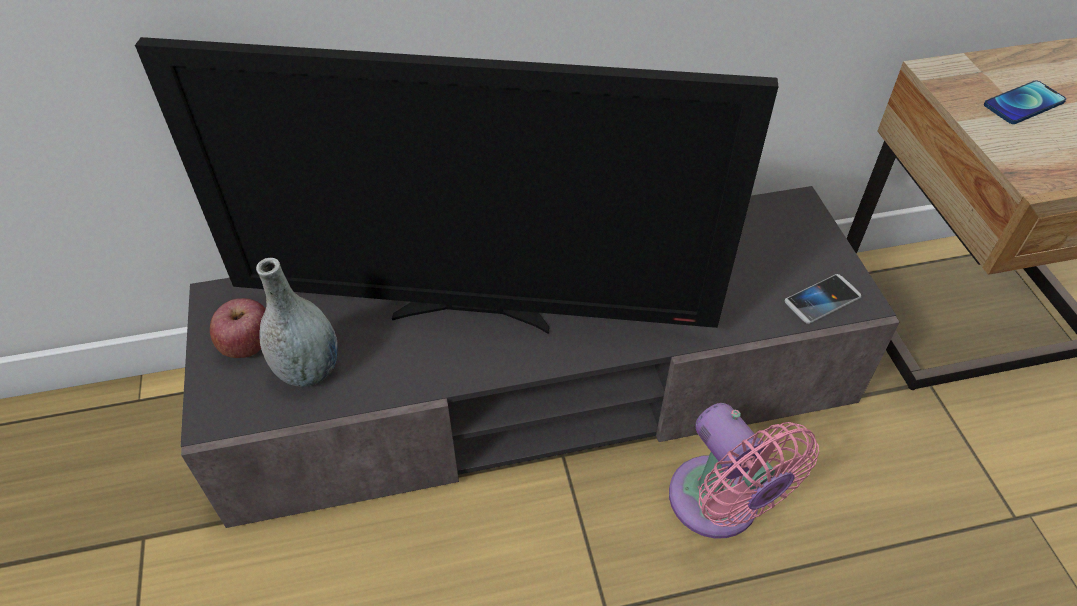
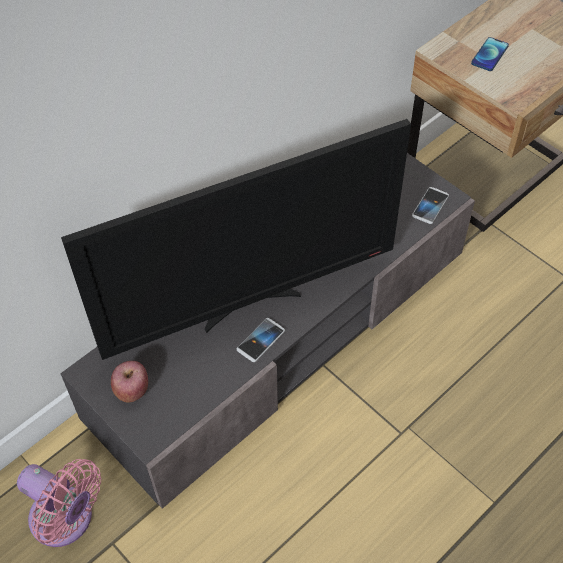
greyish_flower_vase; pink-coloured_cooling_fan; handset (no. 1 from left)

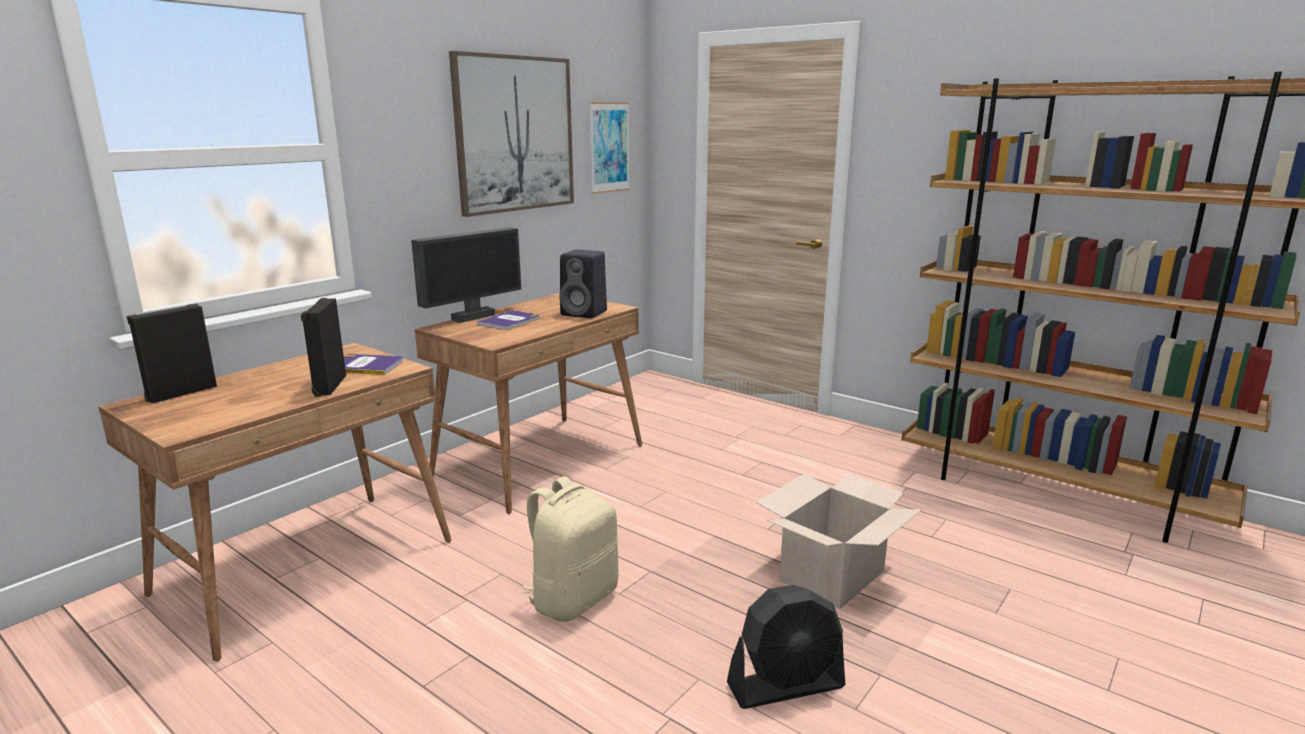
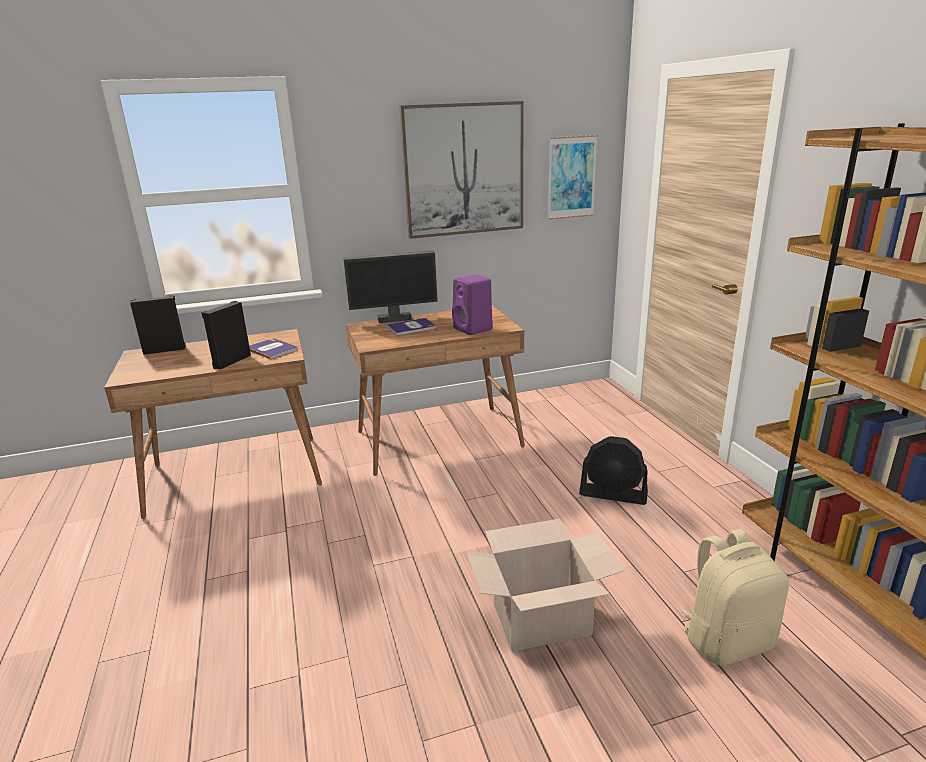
purple-coloured_speaker; sand-coloured_knapsack; black_cooling_fan

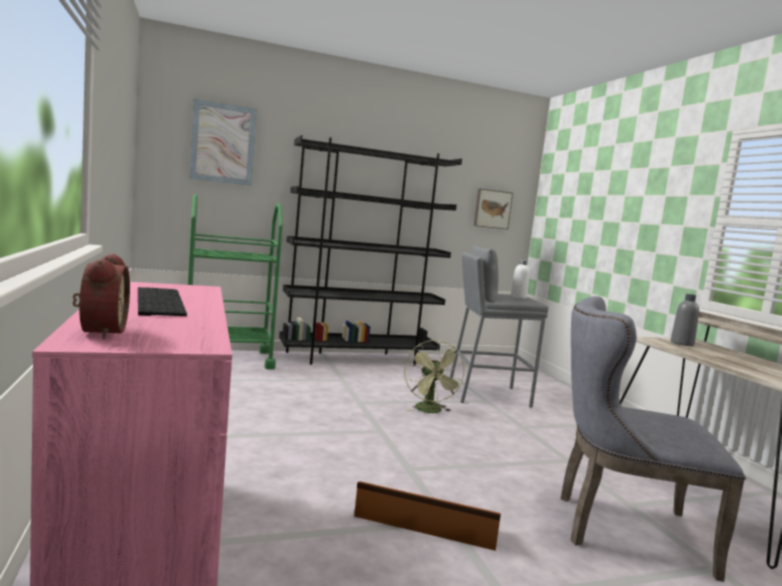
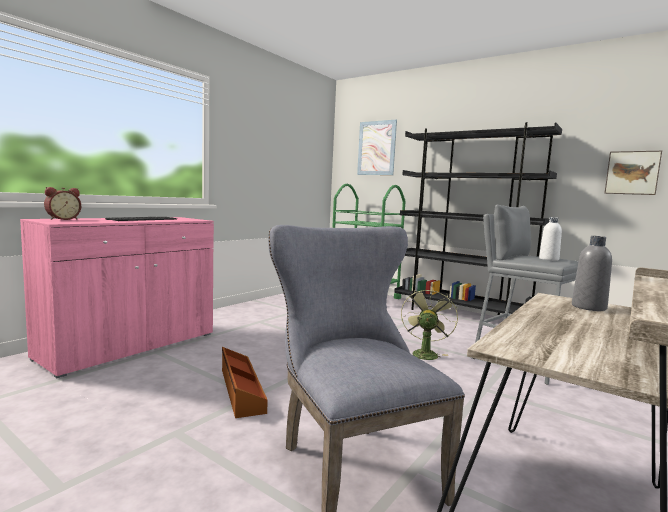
greenish_cooling_fan

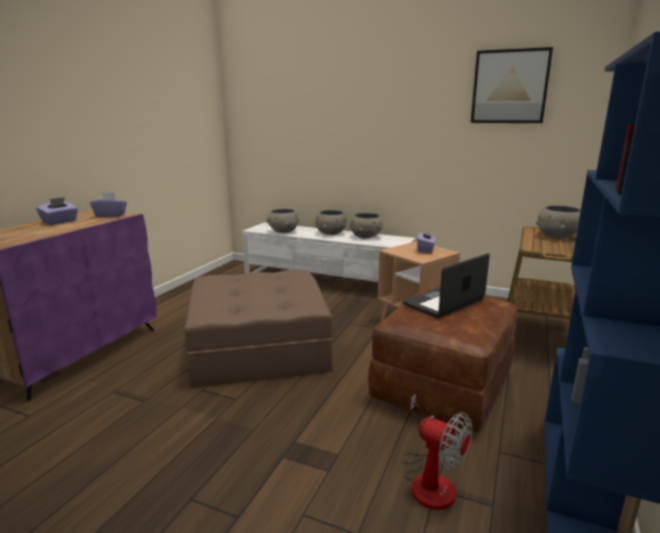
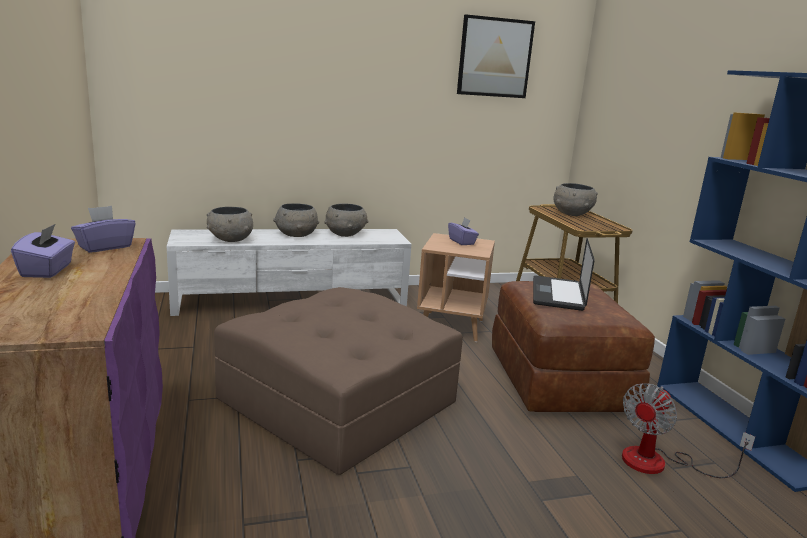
cooling_fan

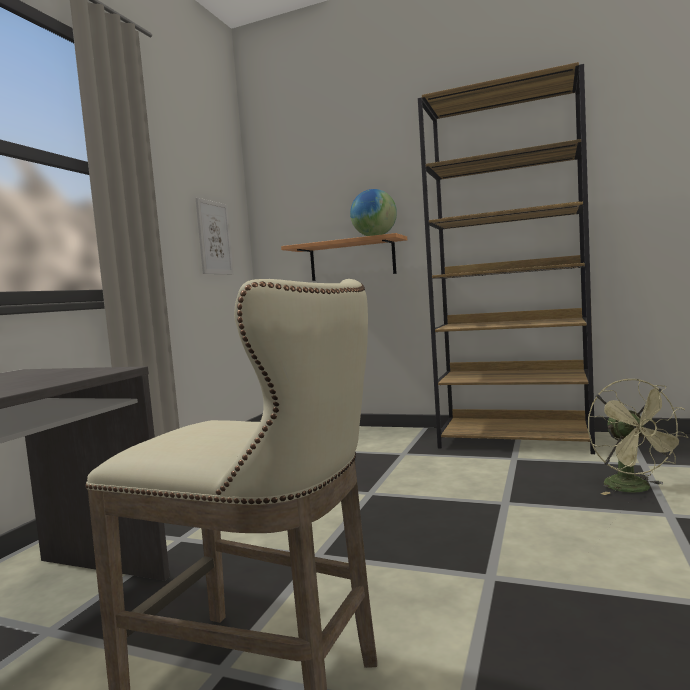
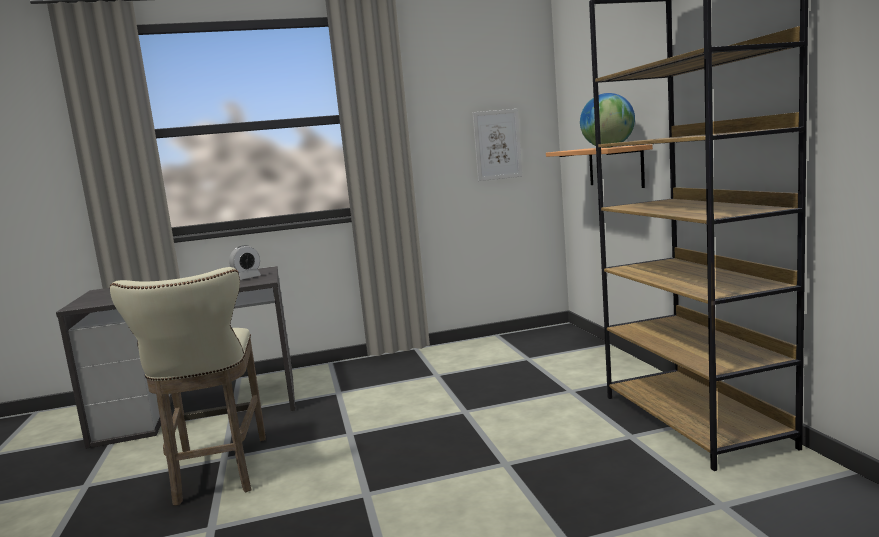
greenish_cooling_fan; alarm_clock

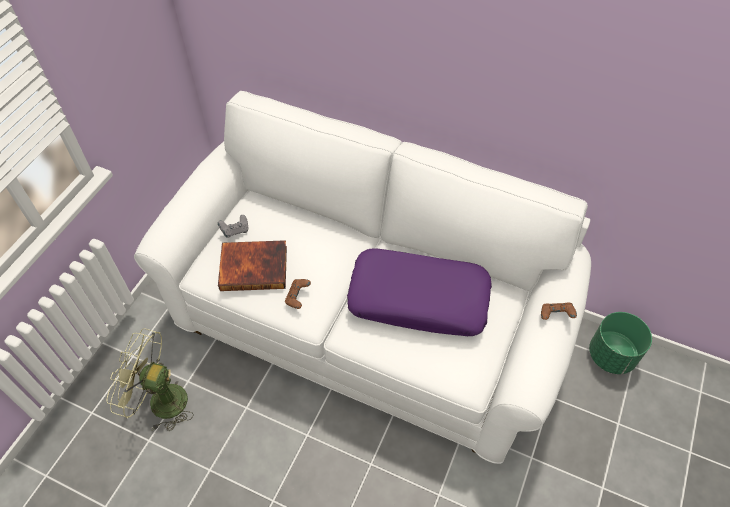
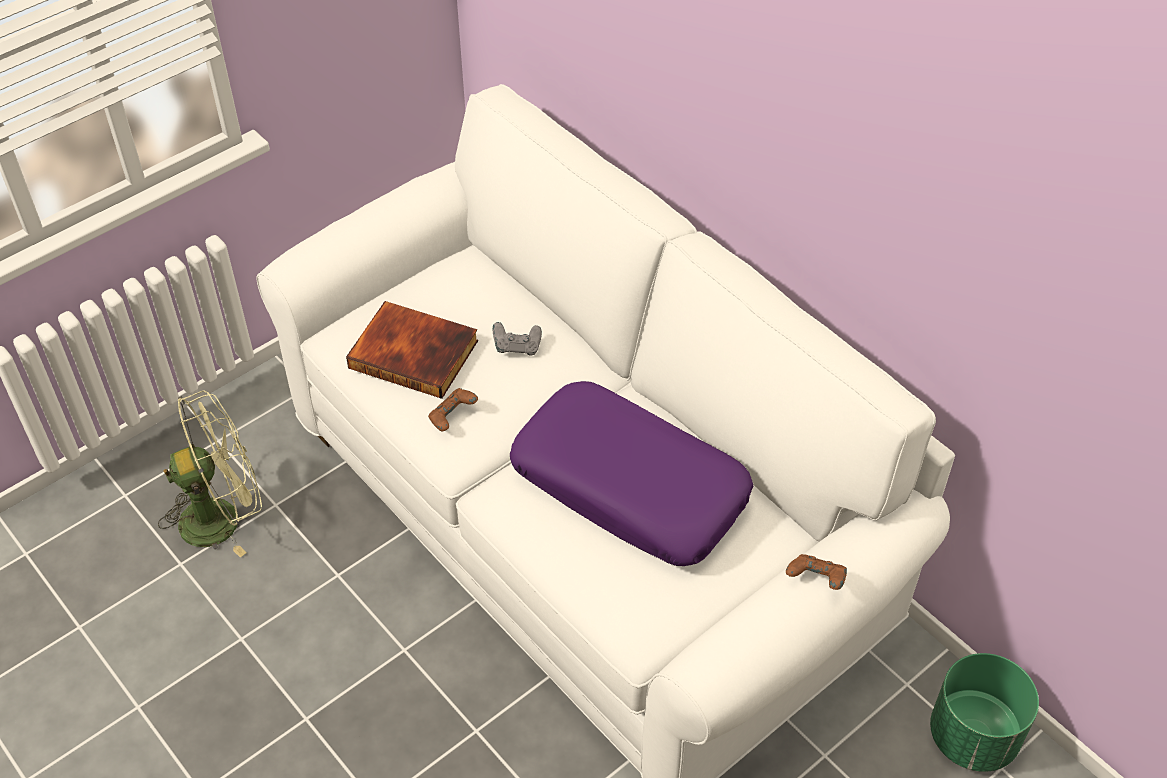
greyish_game_controller; greenish_cooling_fan

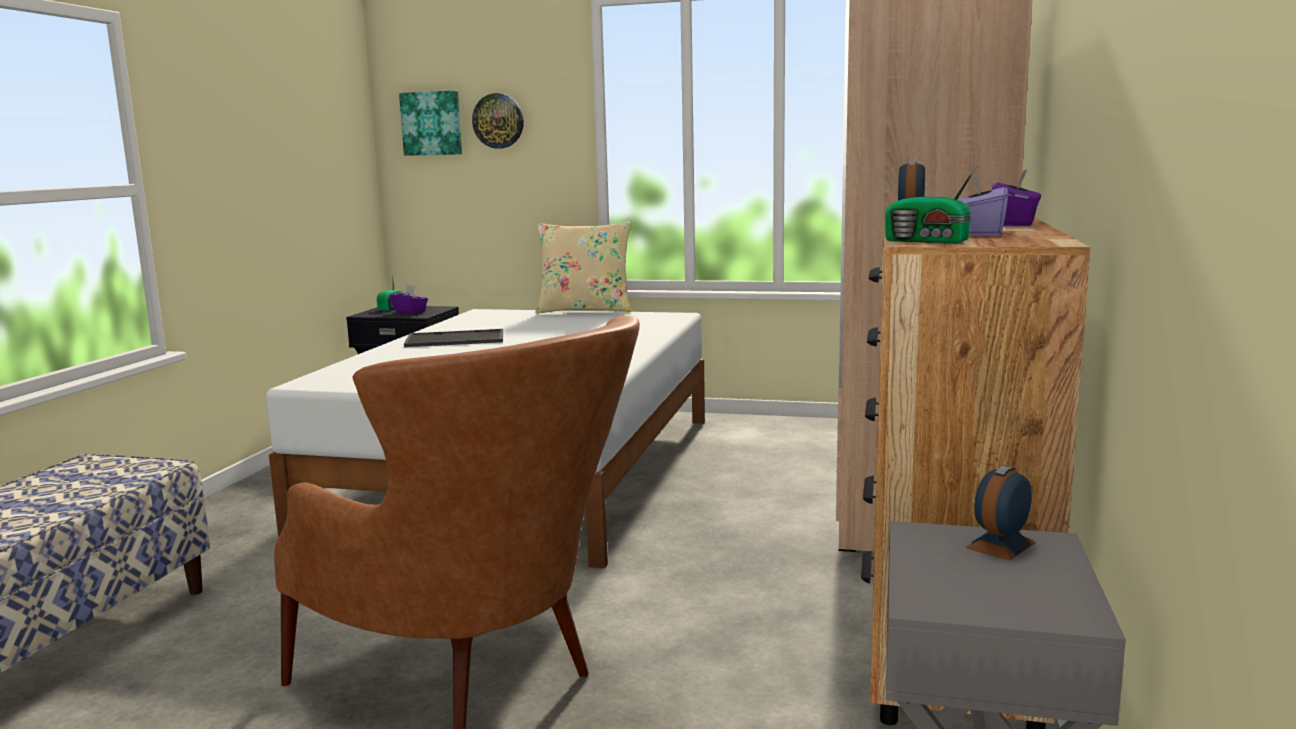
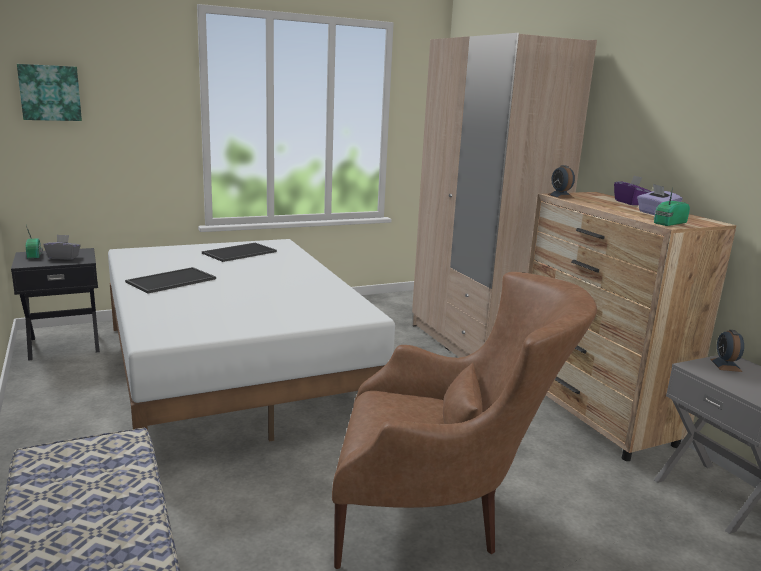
wall_clock; radio (no. 2 from left); sand-coloured_throw_pillow; greyish_box_of_tissues; serving_tray (no. 2 from left)

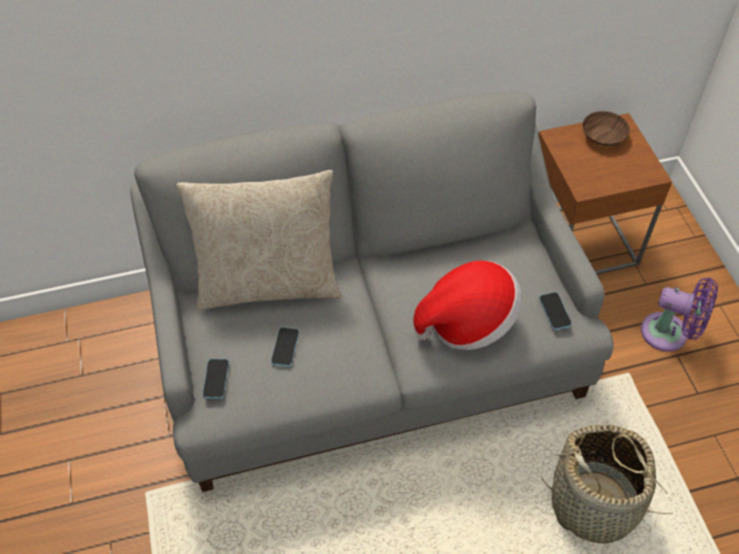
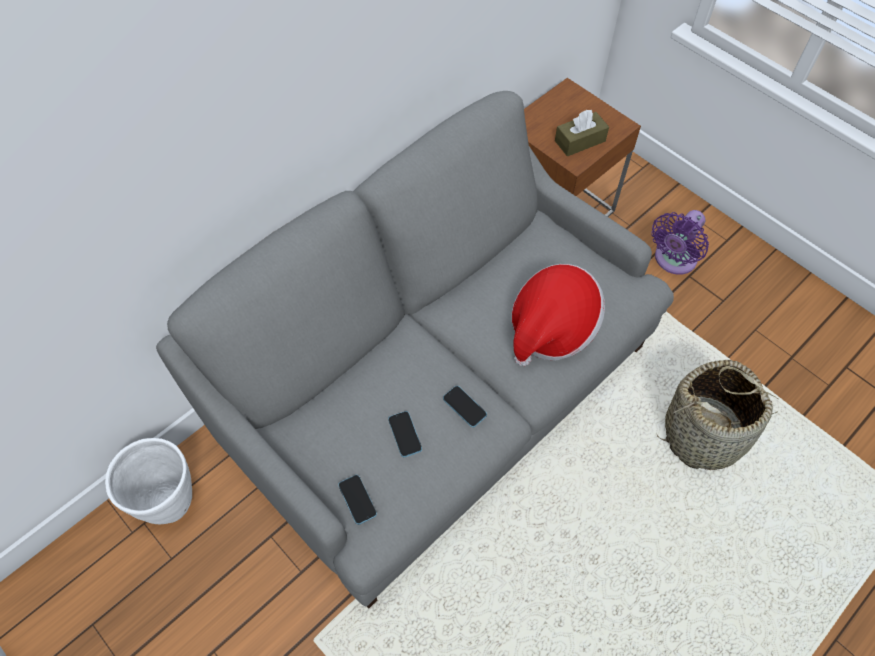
brown-coloured_bowl; sand-coloured_throw_pillow; purple-coloured_cooling_fan; handset (no. 3 from left); brown-coloured_box_of_tissues; white-coloured_planter

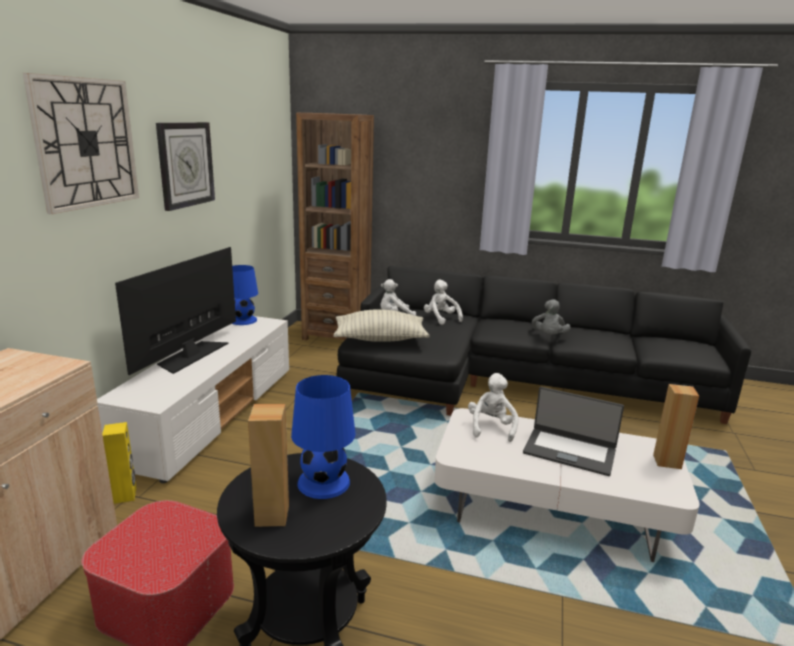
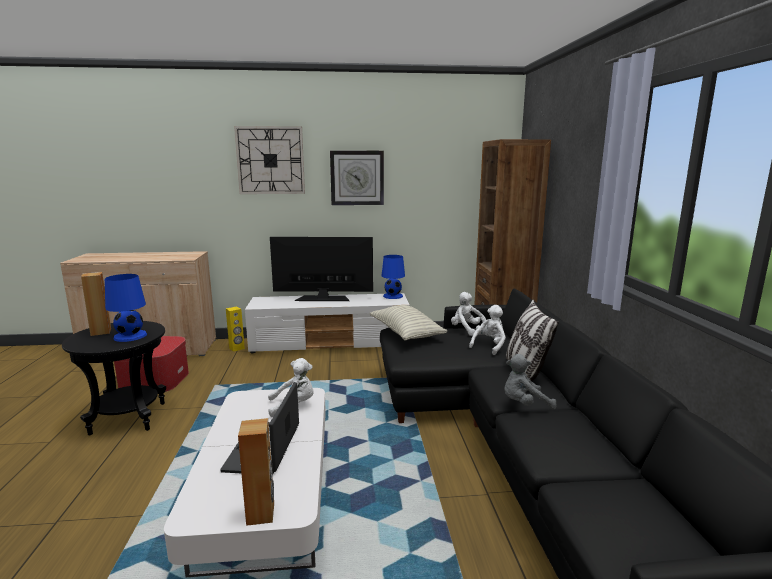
throw_pillow (no. 2 from left)

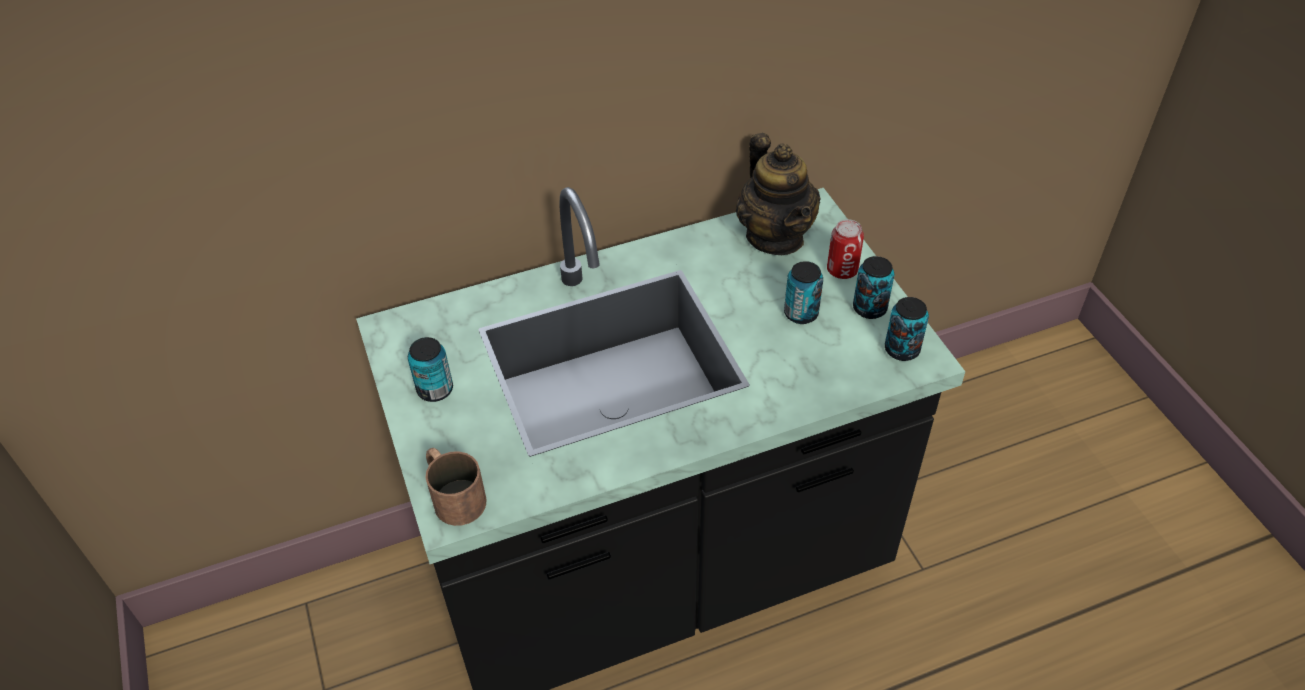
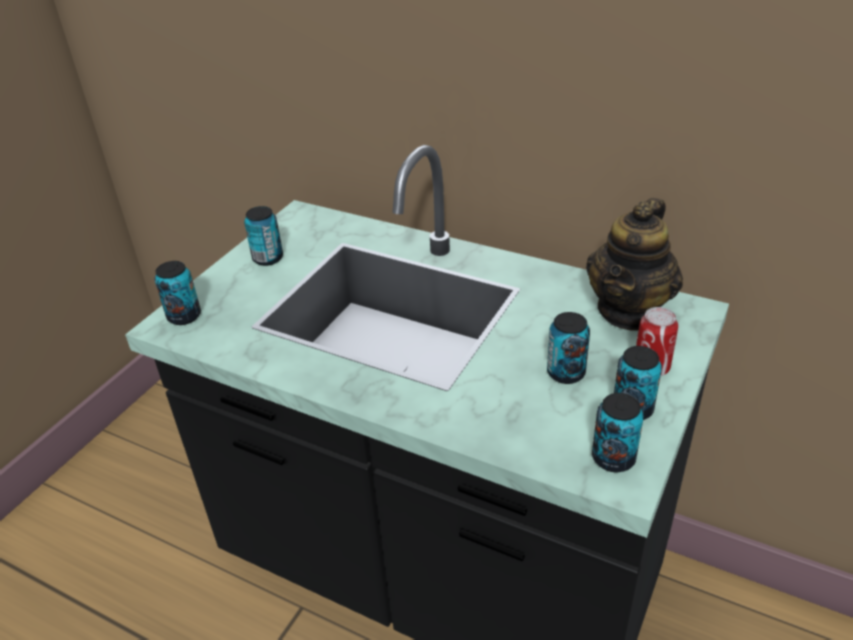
metal_can (no. 1 from left)

